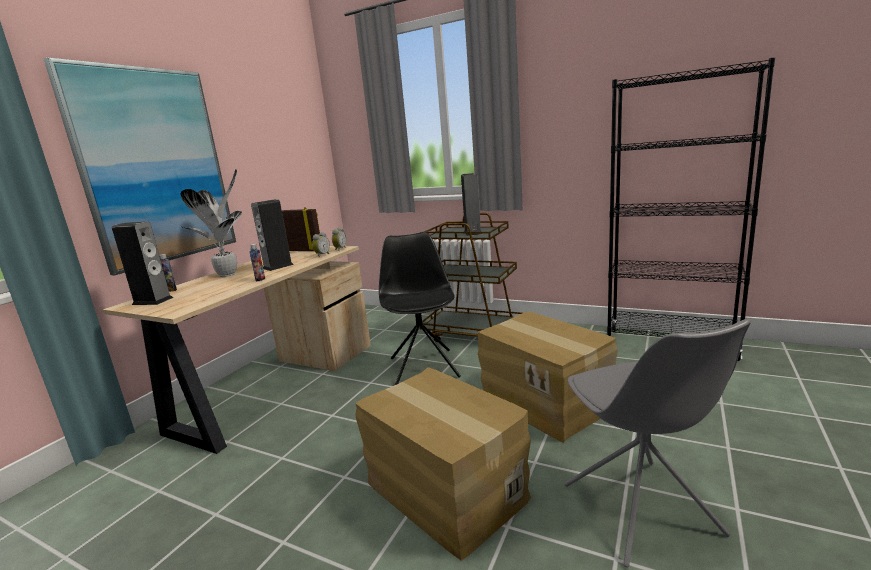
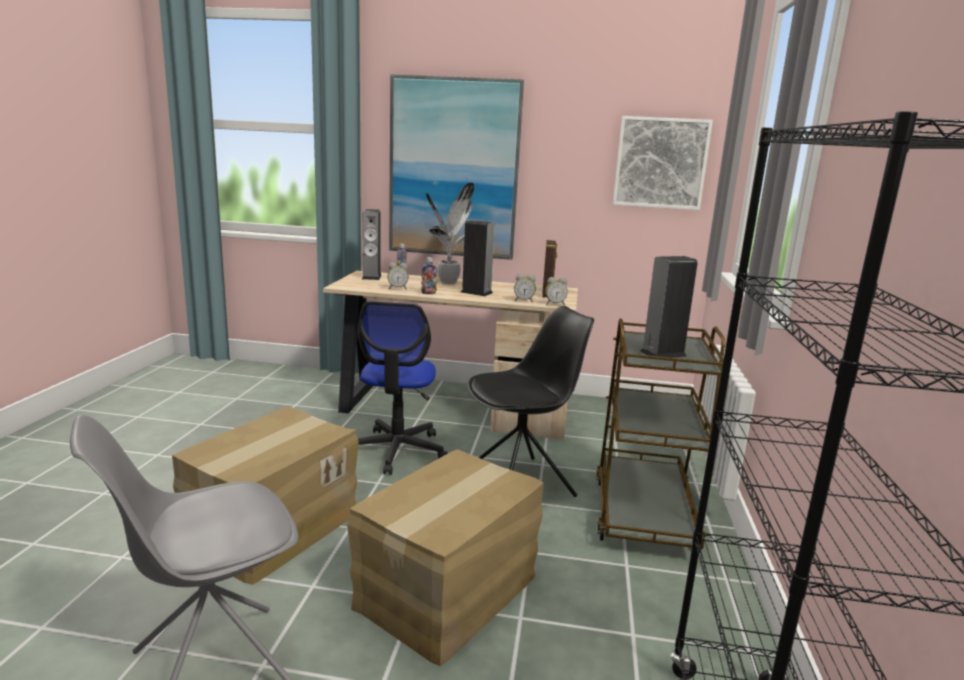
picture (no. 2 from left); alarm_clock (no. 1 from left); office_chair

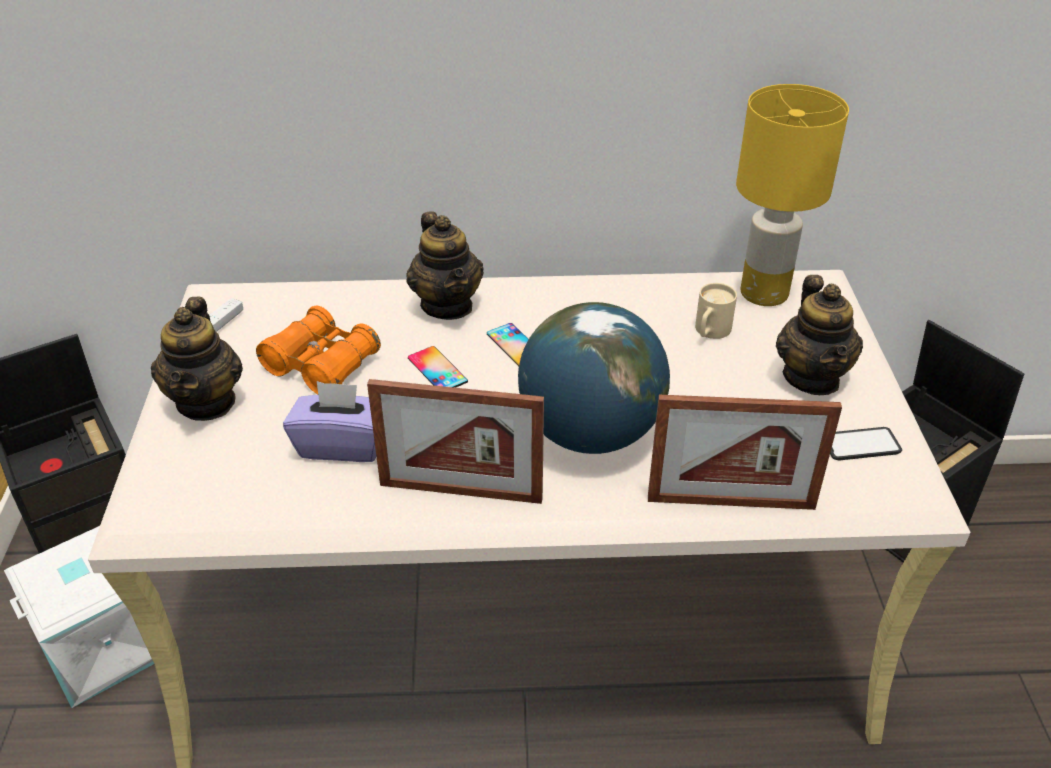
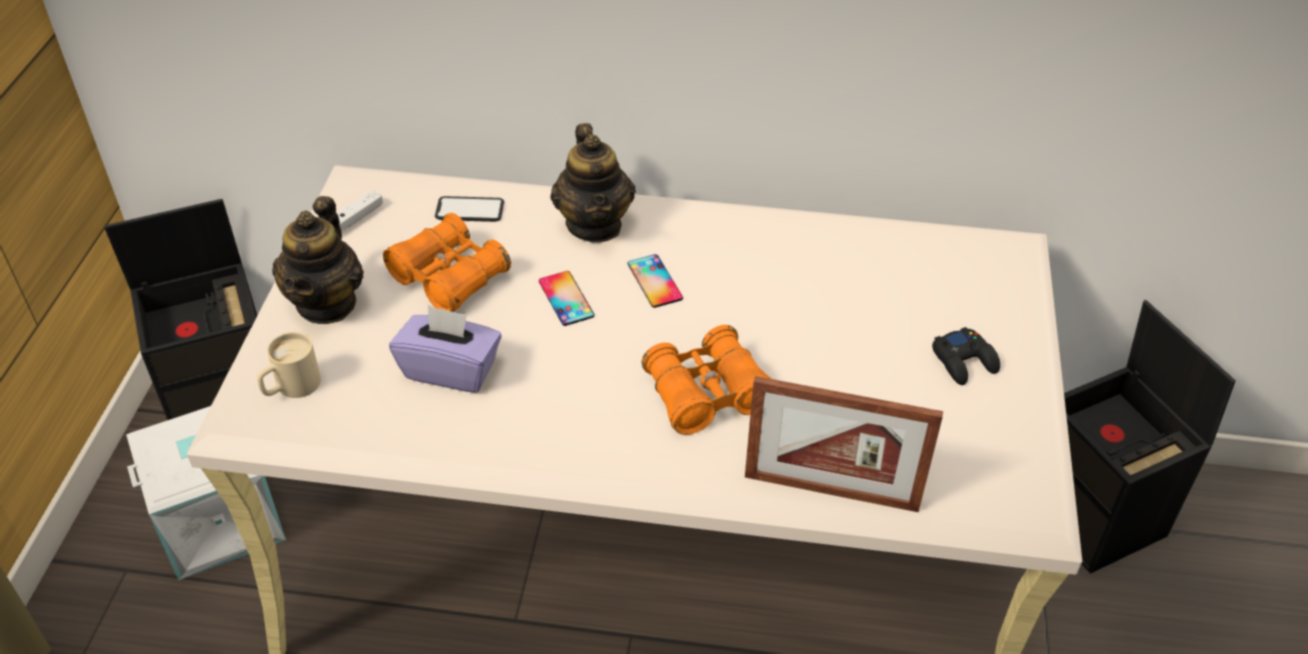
yellowish_table_lamp; black_game_controller; sand-coloured_mug; orange-coloured_pair_of_binoculars (no. 2 from left); photo_frame (no. 1 from left in the first image); handset (no. 1 from left)

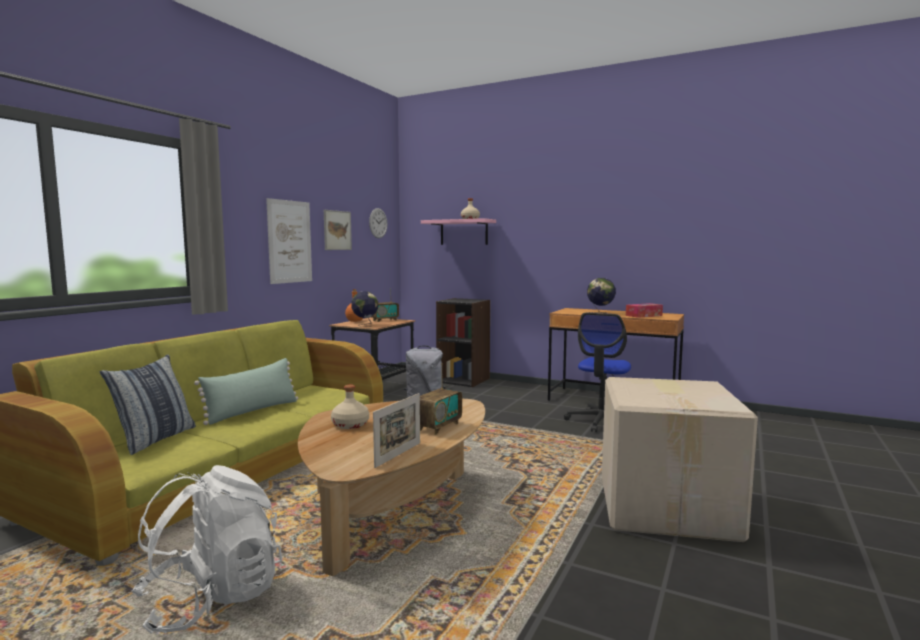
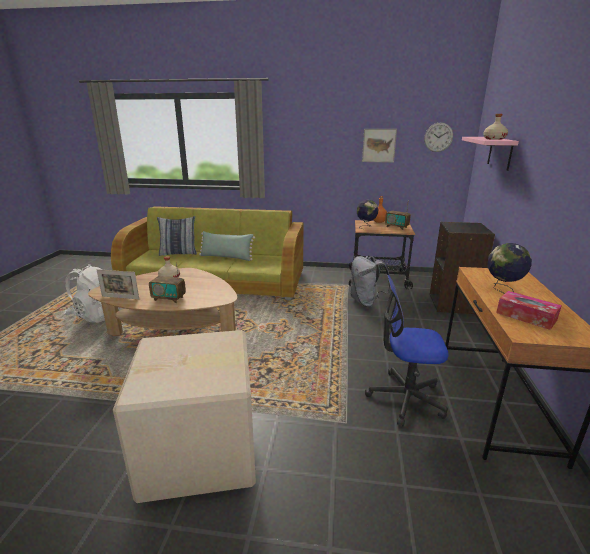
picture (no. 1 from left in the first image)

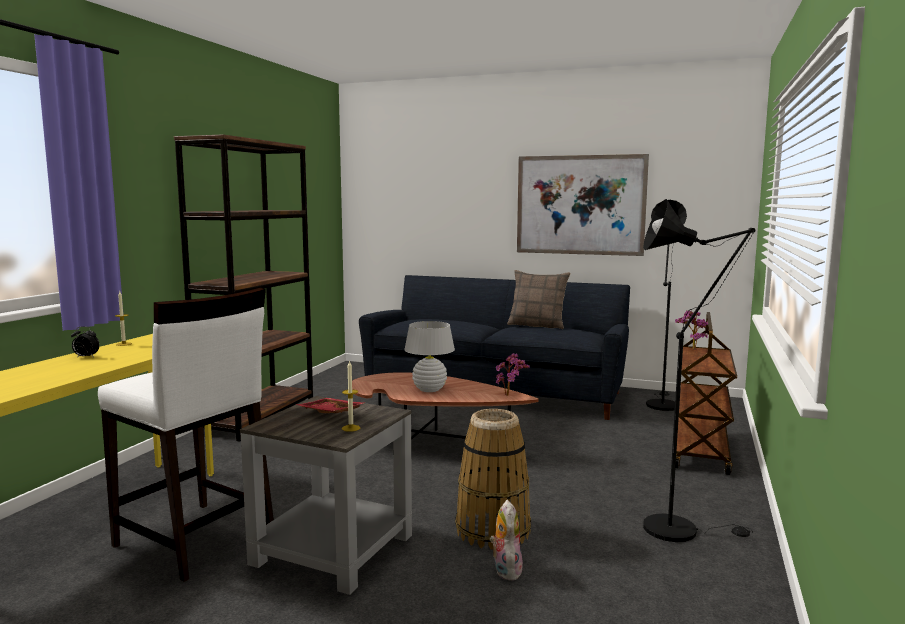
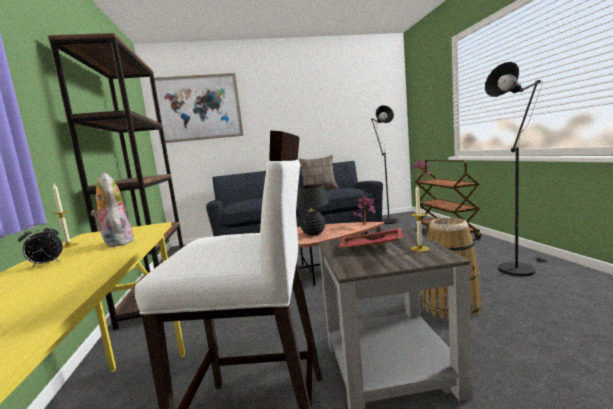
picture; black_table_lamp; plush_toy

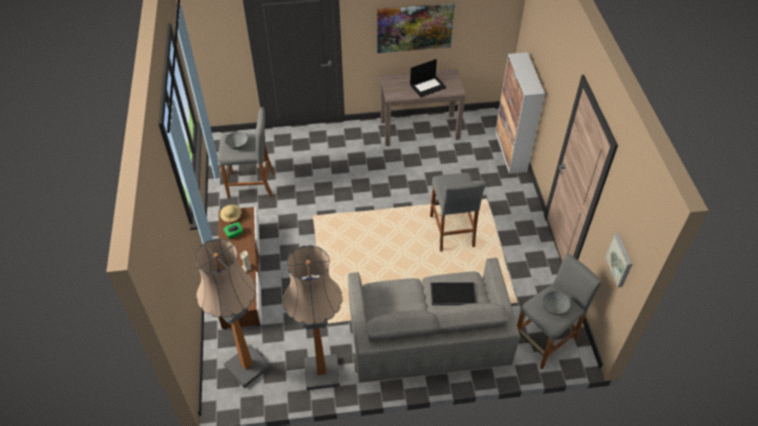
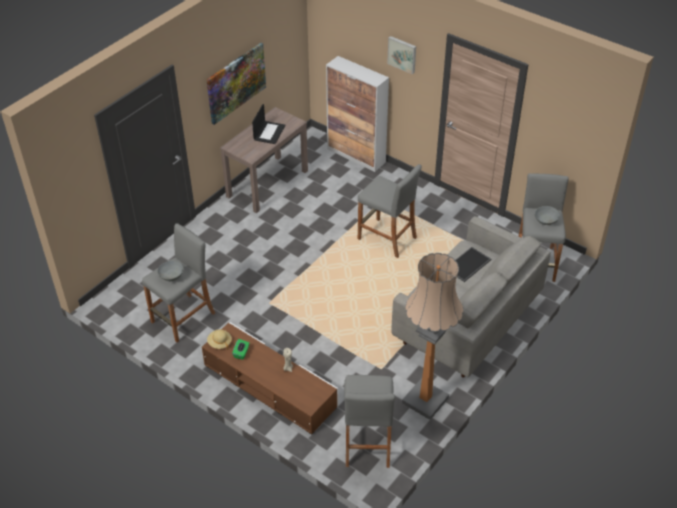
picture (no. 2 from left); greyish_stool (no. 2 from left)

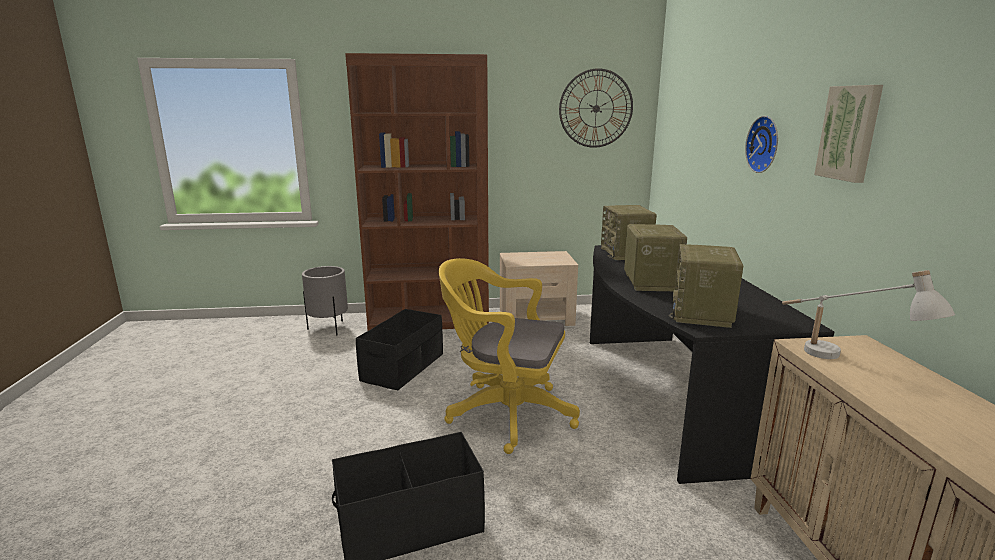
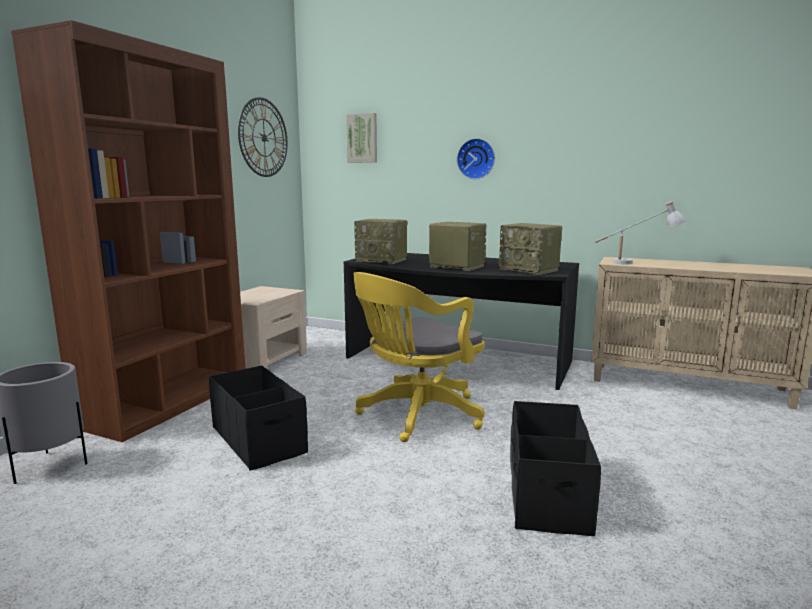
picture

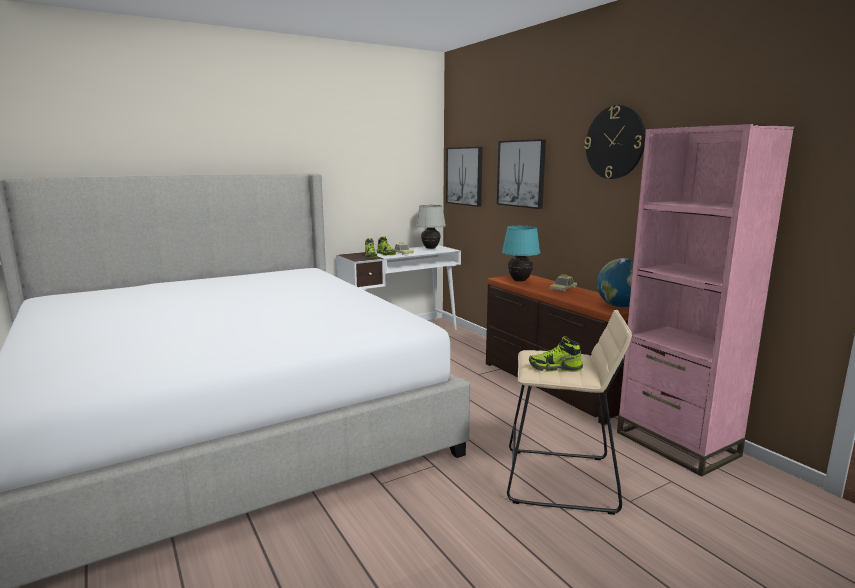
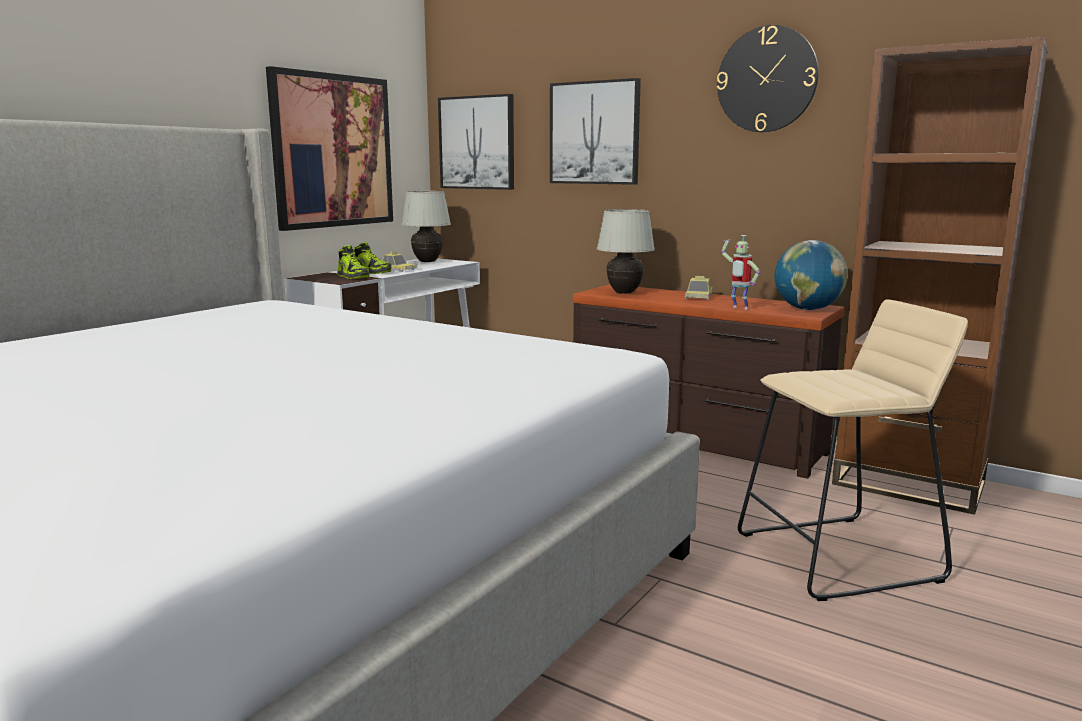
brown-coloured_bookcase; white-coloured_table_lamp (no. 2 from left); low_shoe (no. 3 from left in the first image); picture (no. 1 from left); model_robot

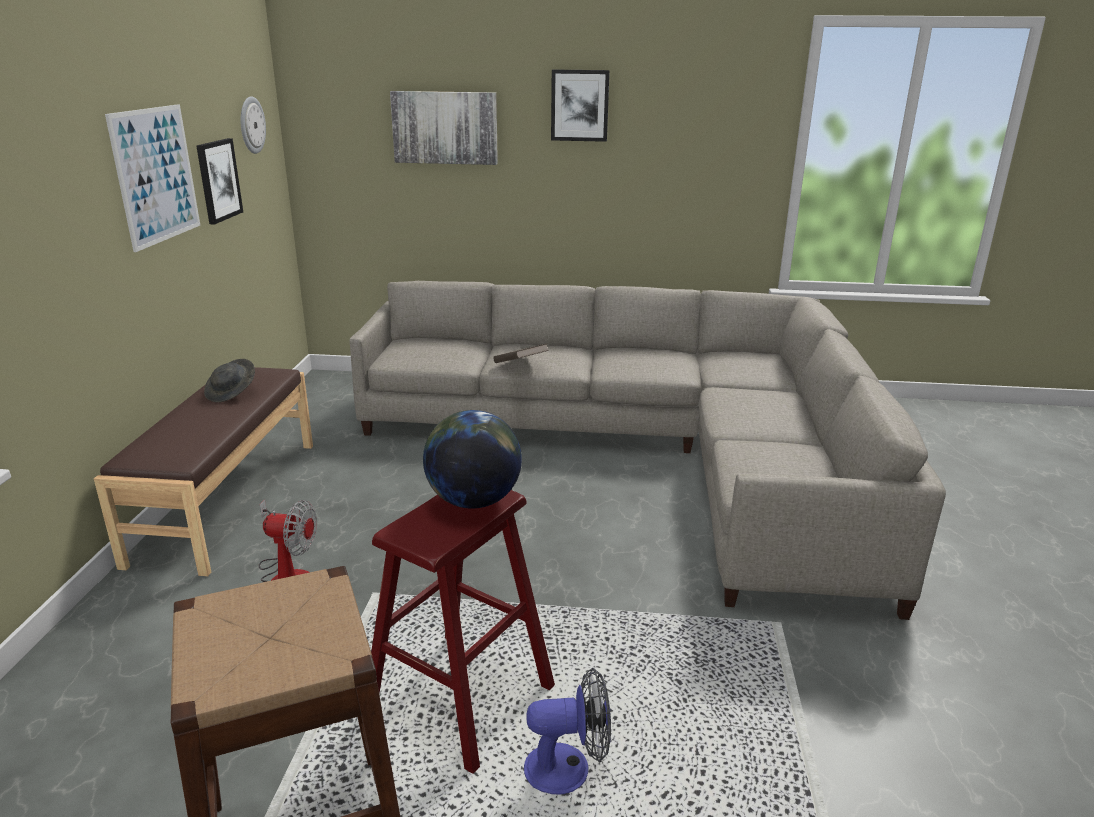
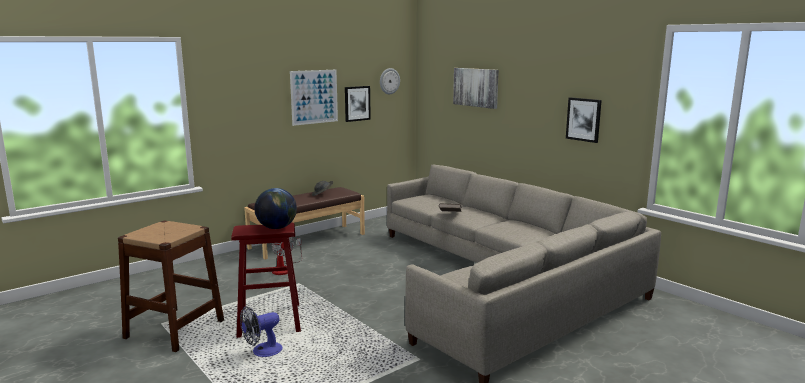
picture (no. 4 from left); cooling_fan (no. 1 from left)

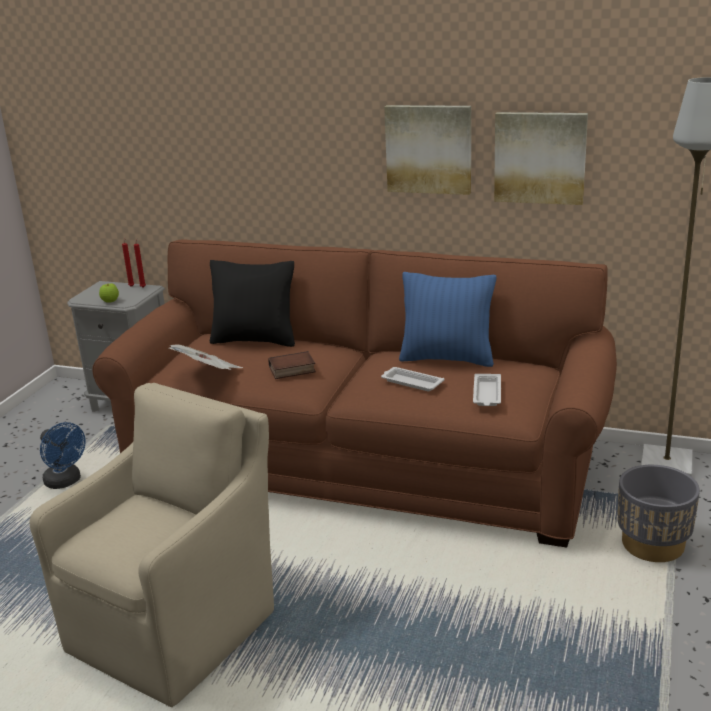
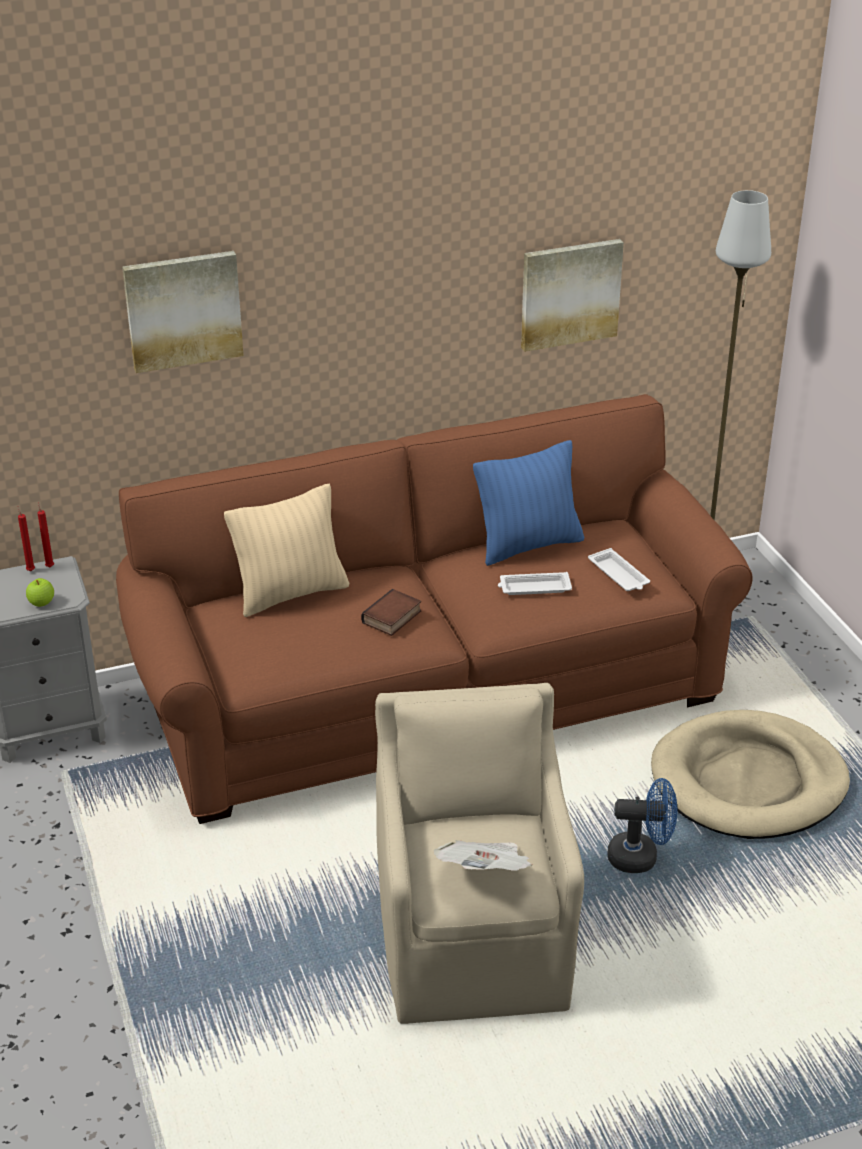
picture (no. 1 from left); sand-coloured_throw_pillow; printed_paper; bluish_cooling_fan; greyish_planter; sand-coloured_dog_bed

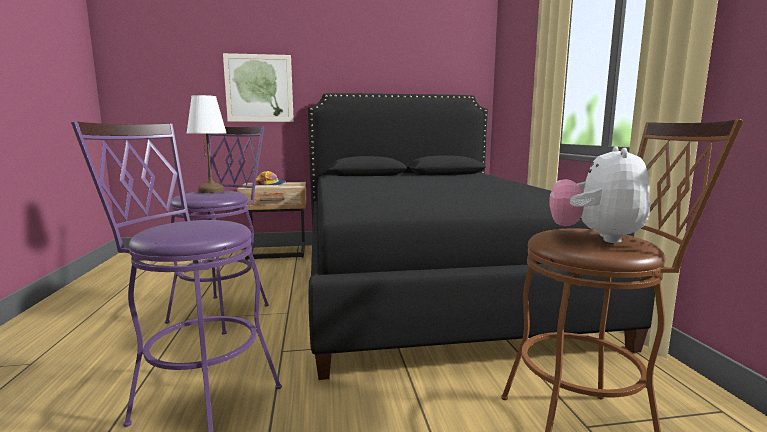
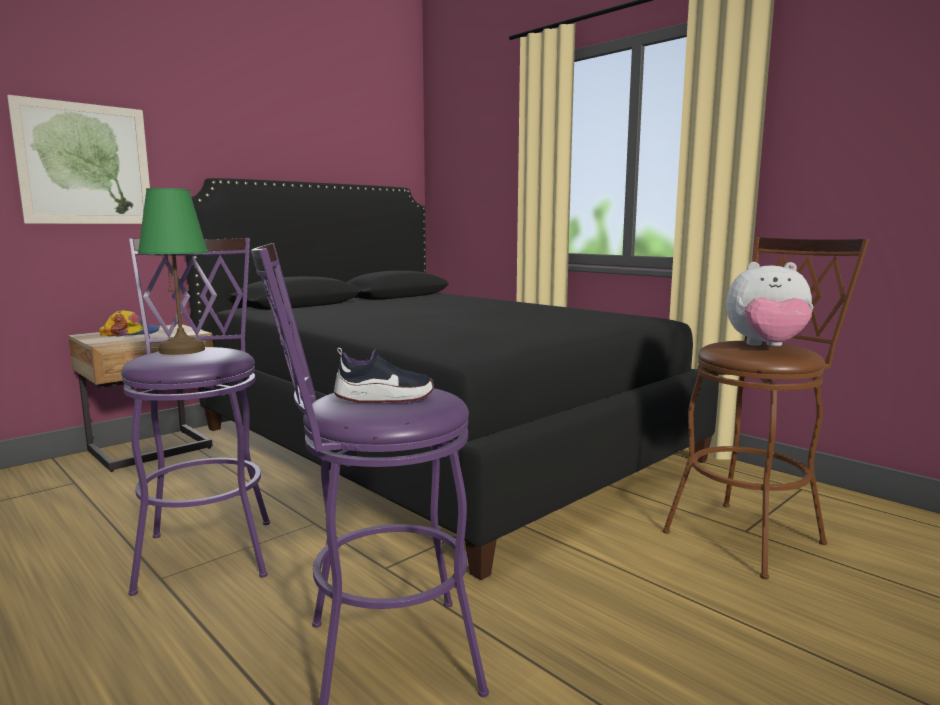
greenish_table_lamp; plush_toy; low_shoe

